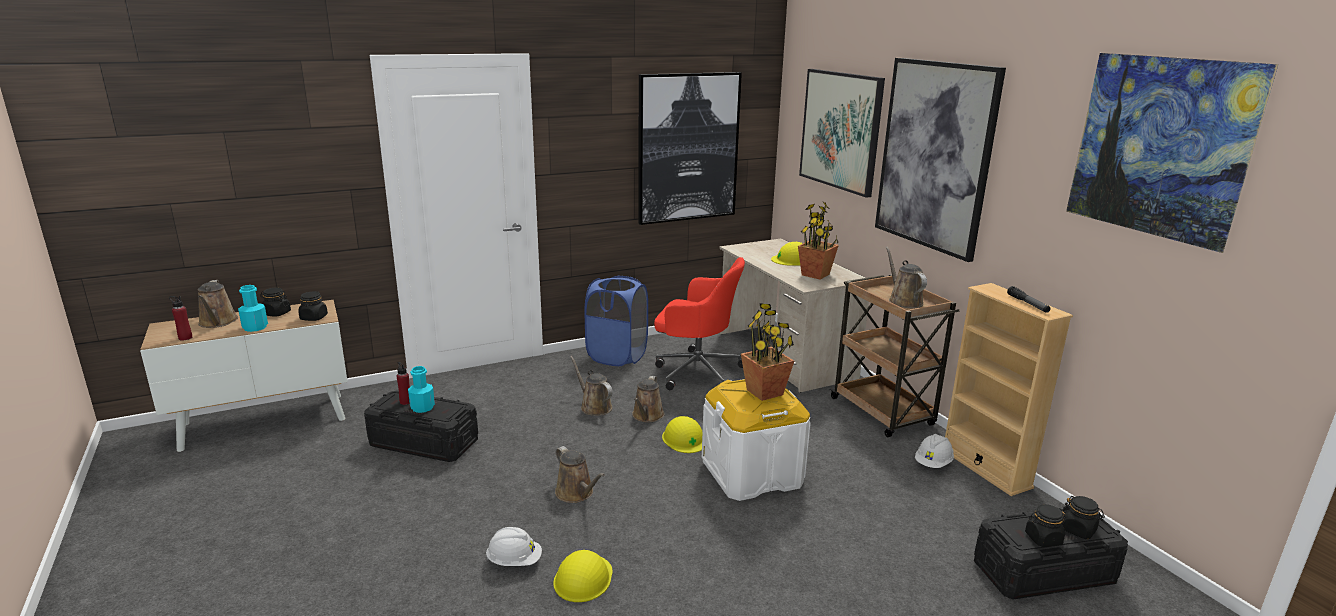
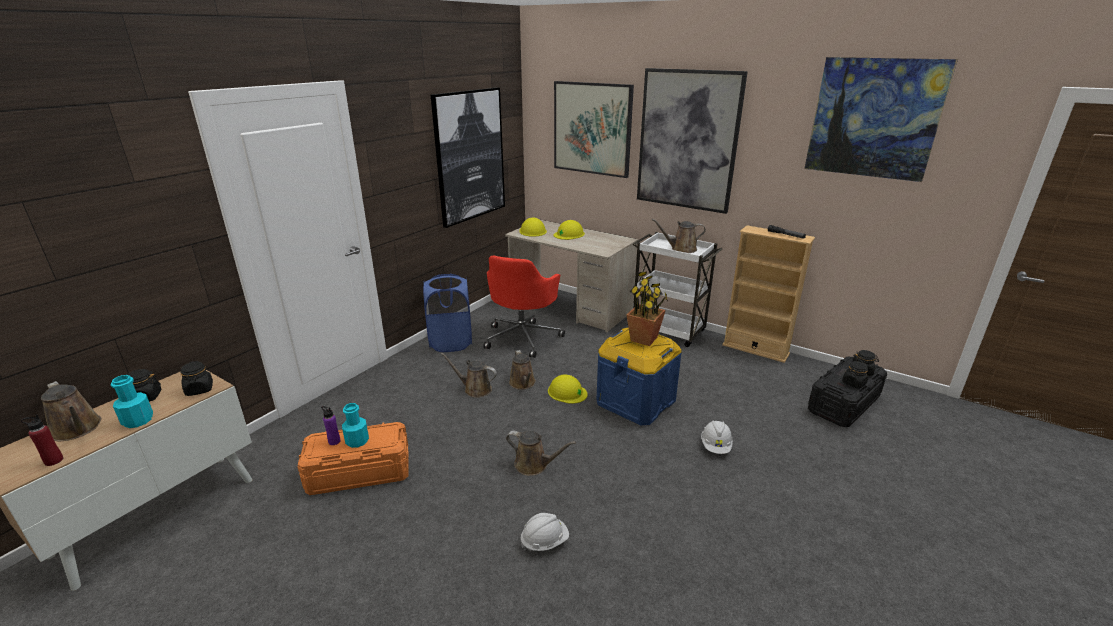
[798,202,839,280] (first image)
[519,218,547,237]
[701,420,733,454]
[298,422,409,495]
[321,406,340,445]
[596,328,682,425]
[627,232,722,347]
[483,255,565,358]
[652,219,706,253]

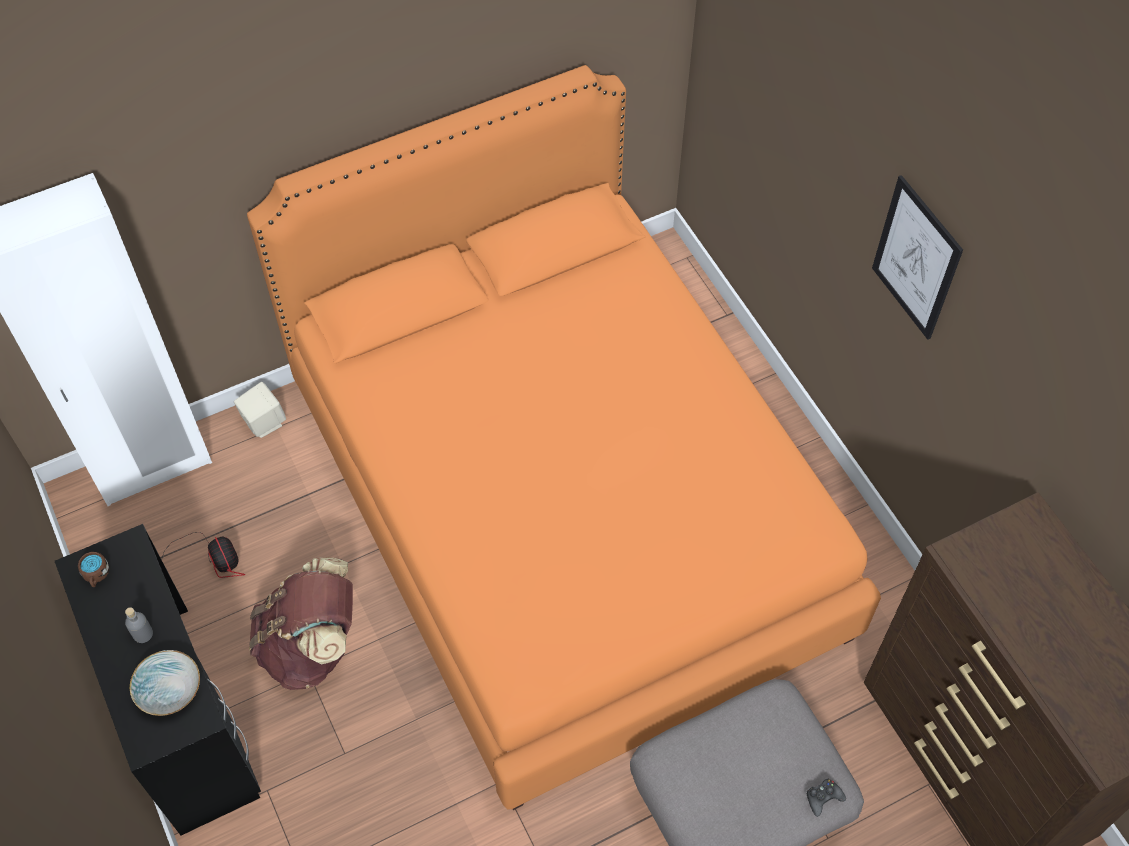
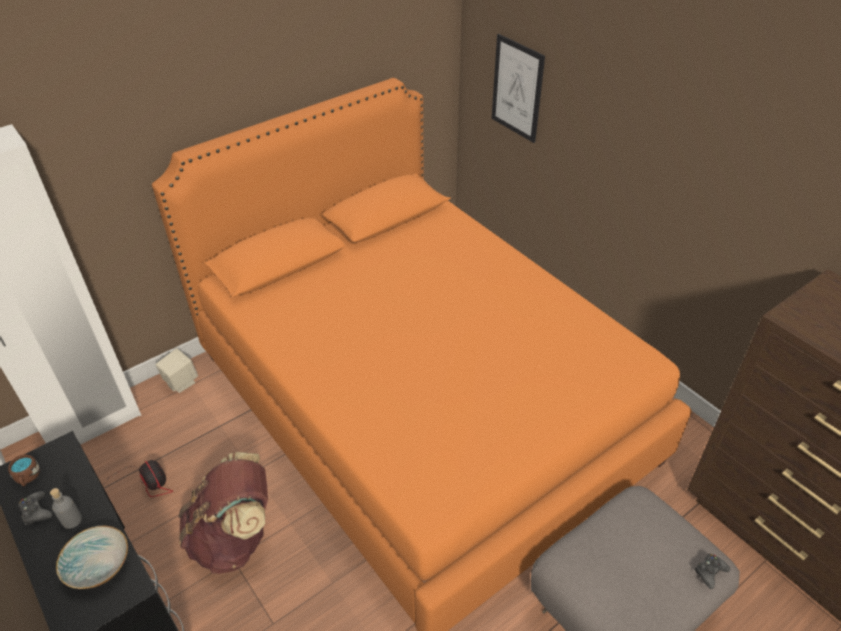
[18,491,52,525]
[492,34,545,143]

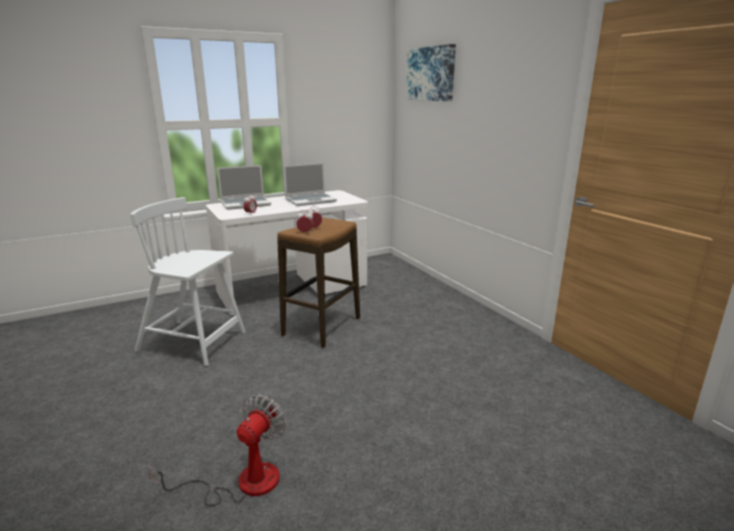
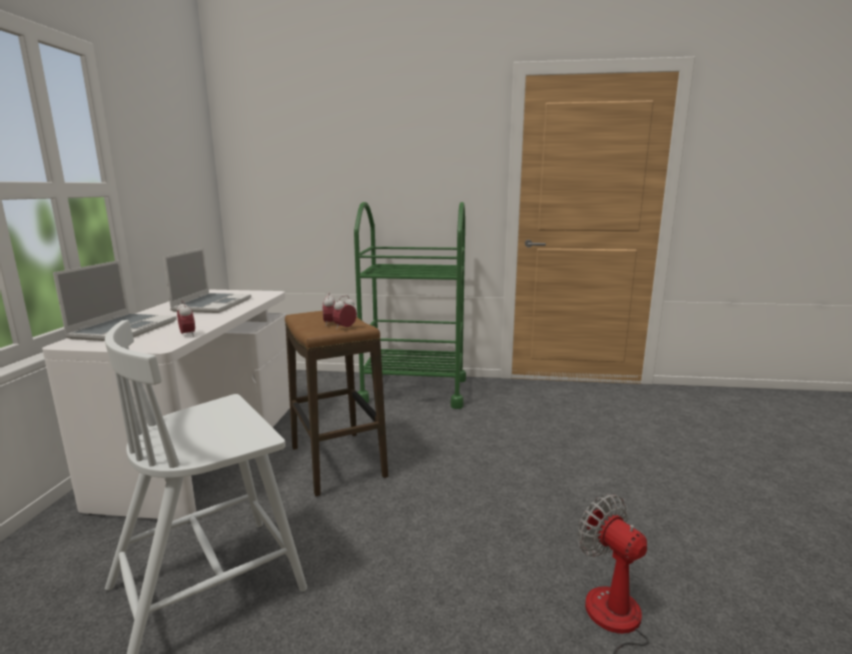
[406,44,456,101] (first image)
[354,202,466,409]

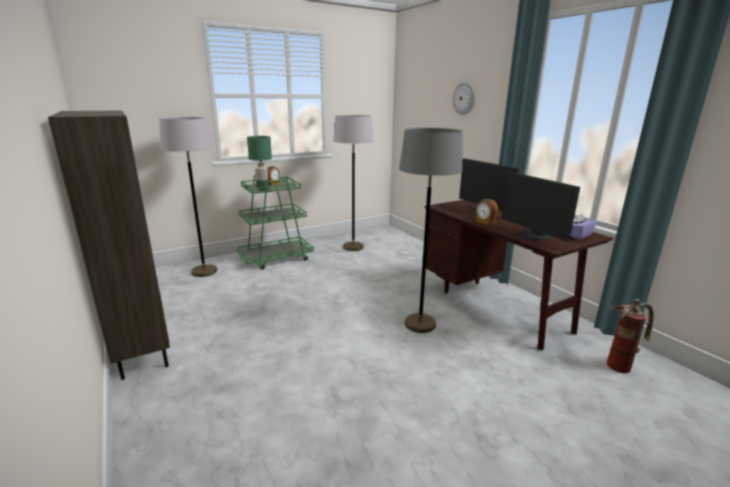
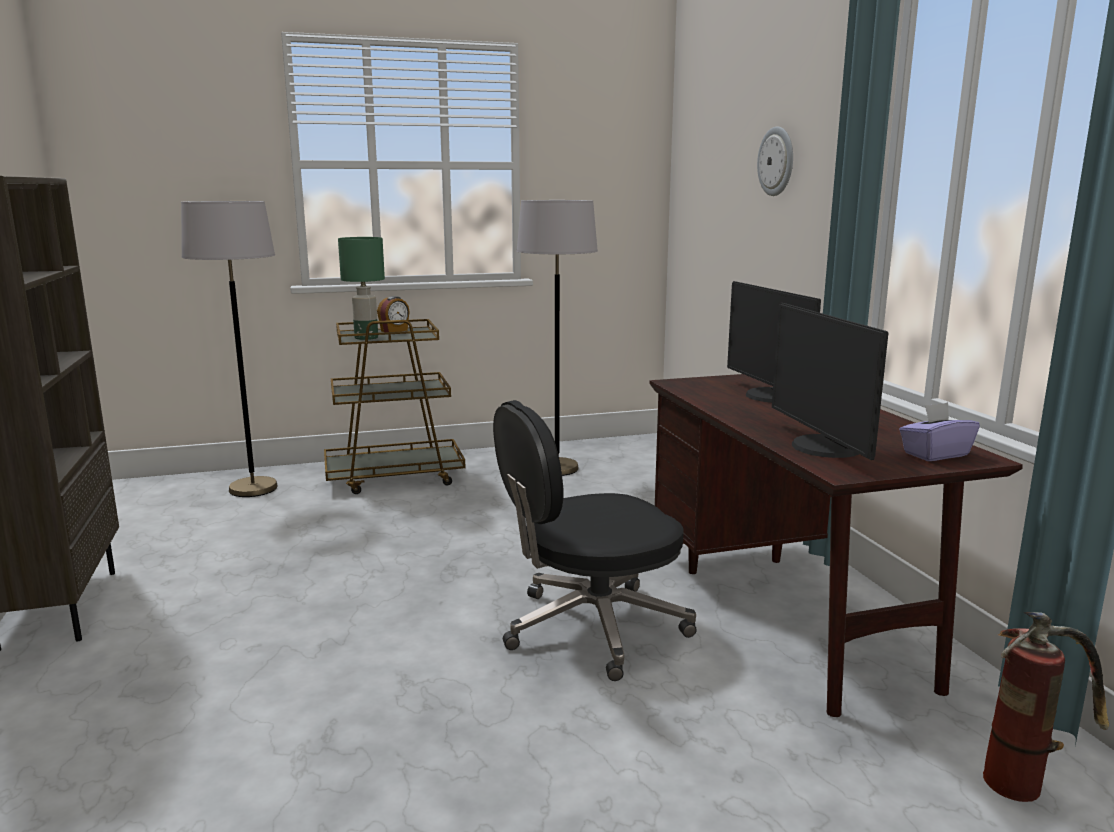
[475,199,498,226] (first image)
[493,400,697,681]
[324,310,465,494]

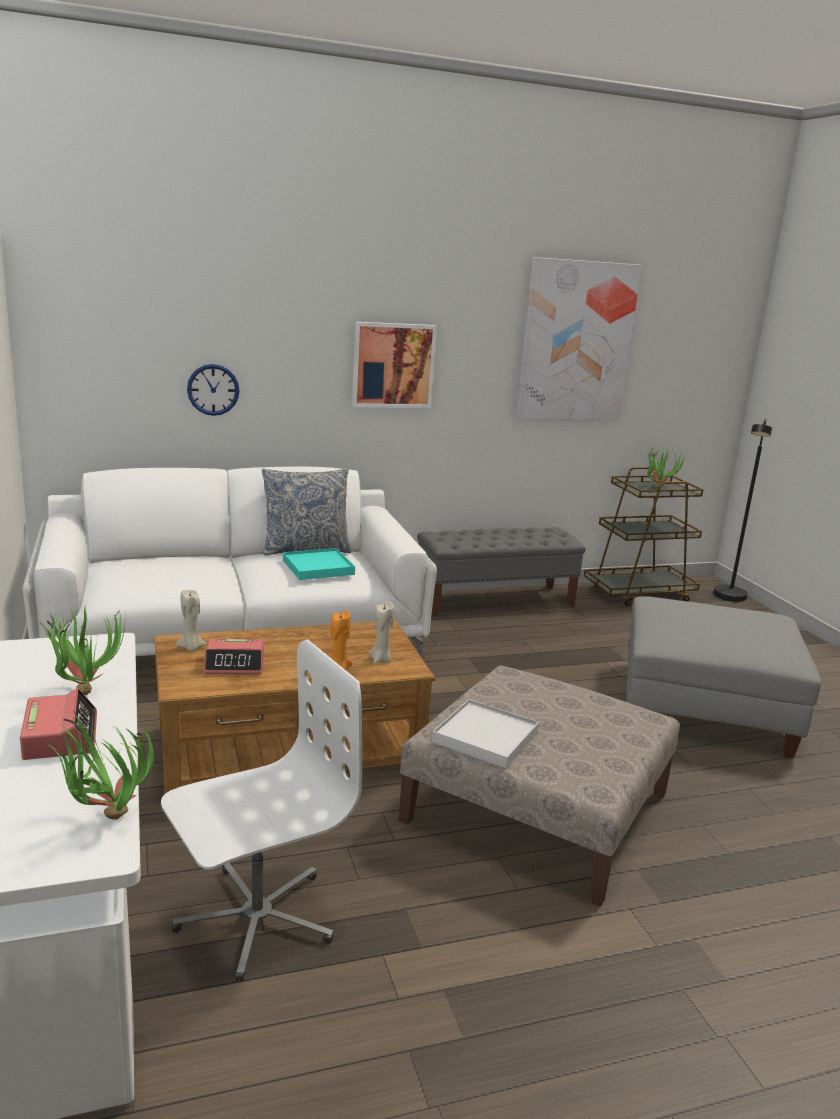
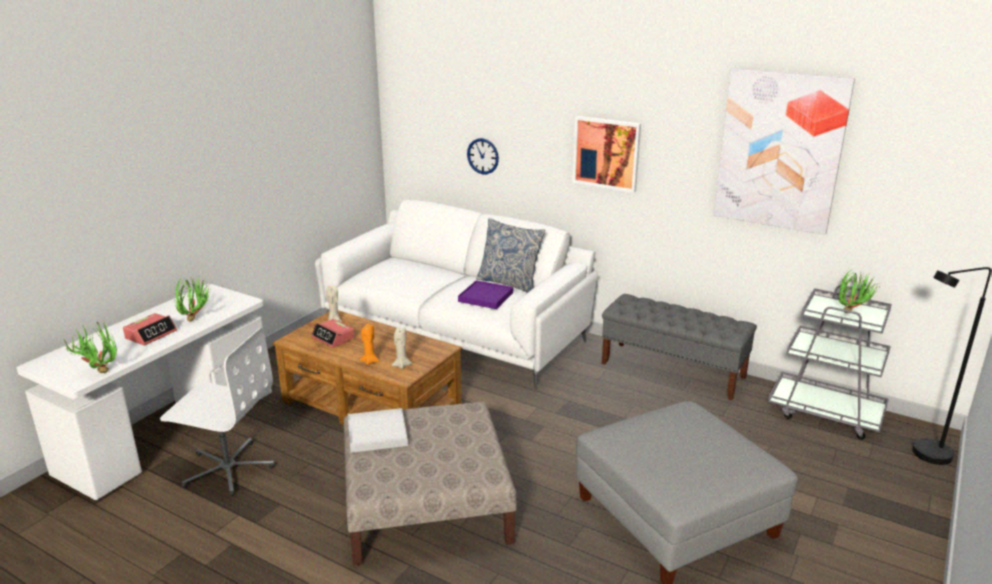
[458,280,513,309]
[768,285,892,439]

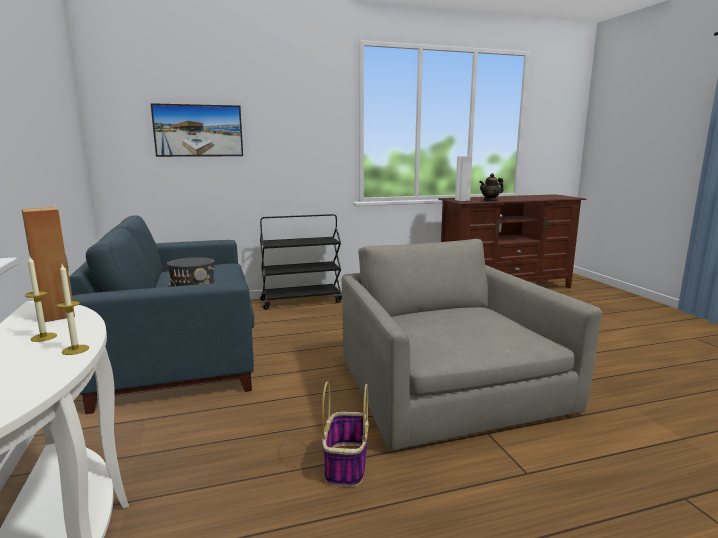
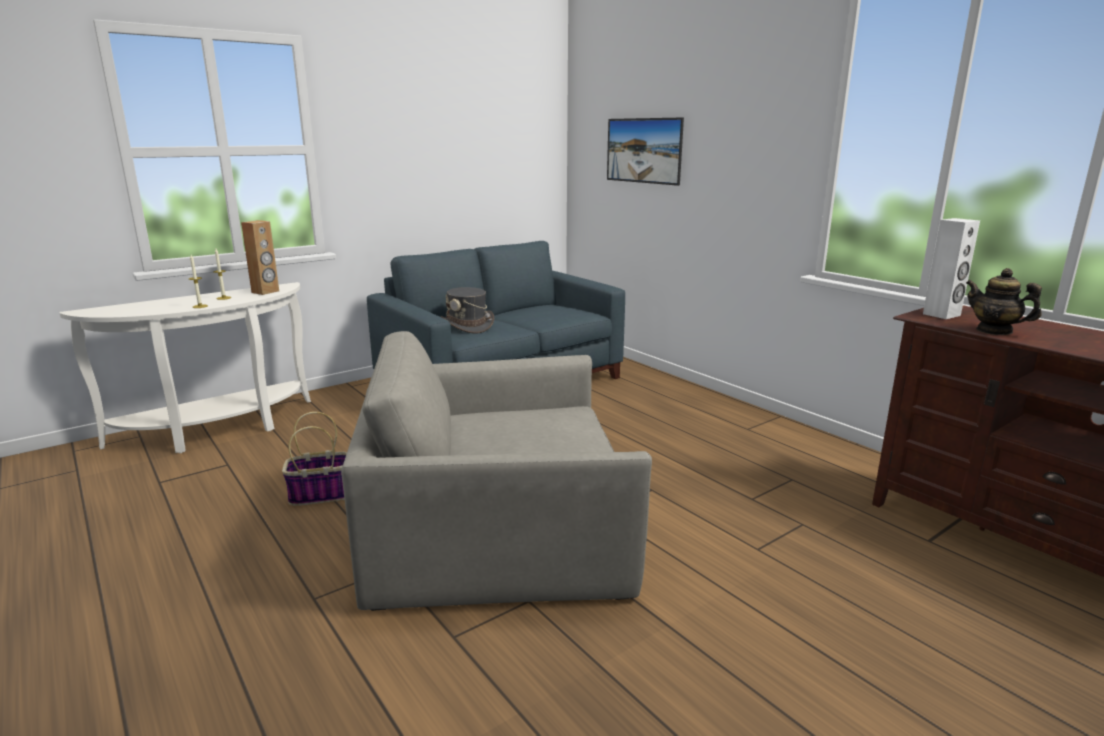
[260,214,342,310] (first image)
[341,331,652,611]

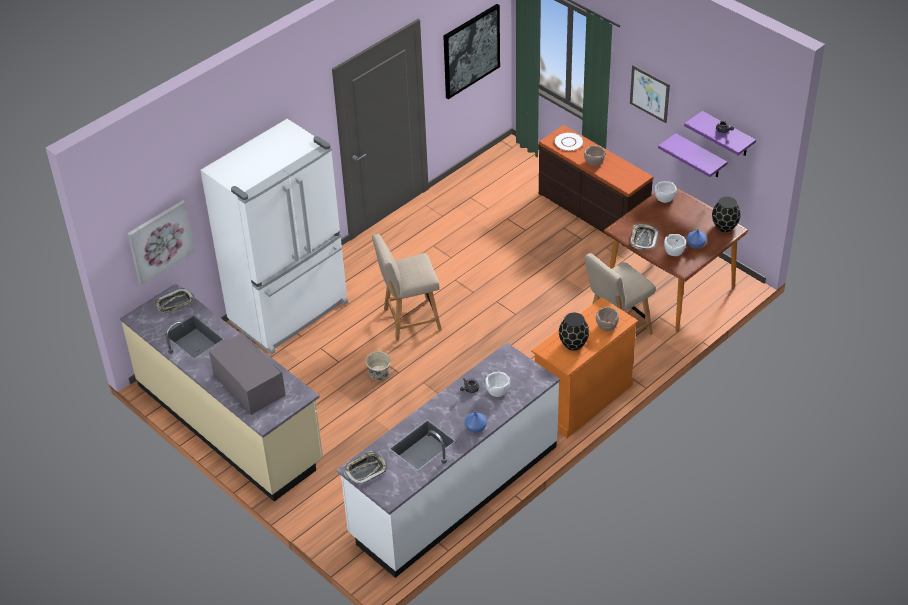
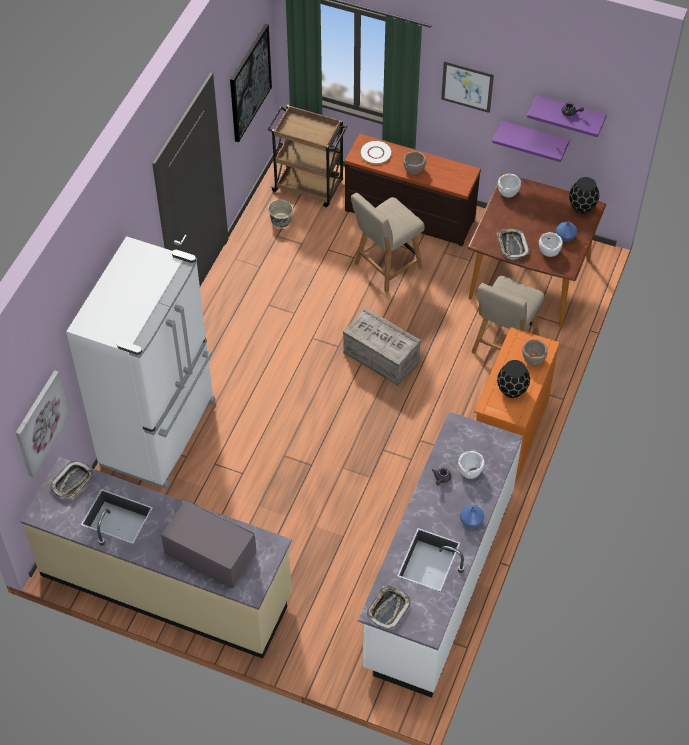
[268,105,348,207]
[343,308,421,386]
[268,197,293,228]
[351,193,425,293]

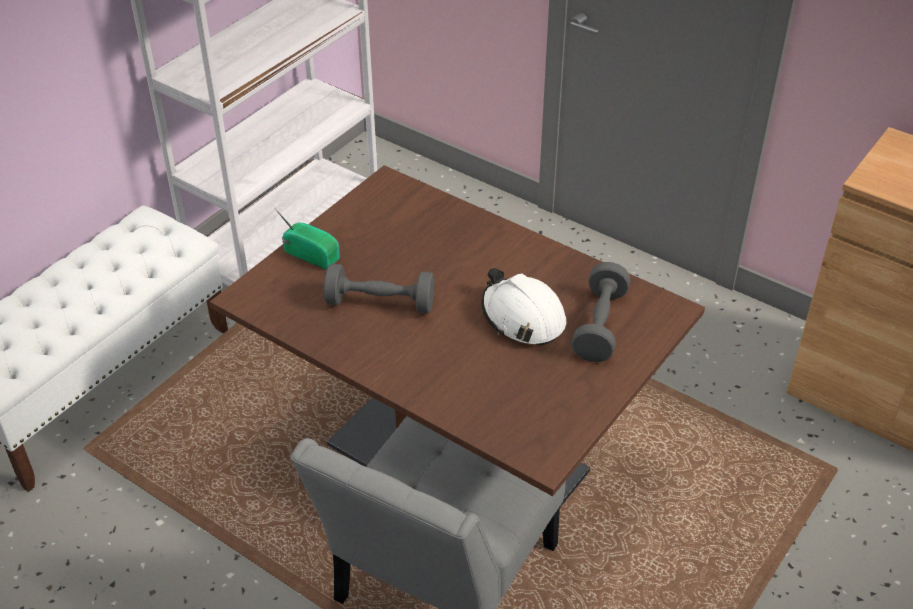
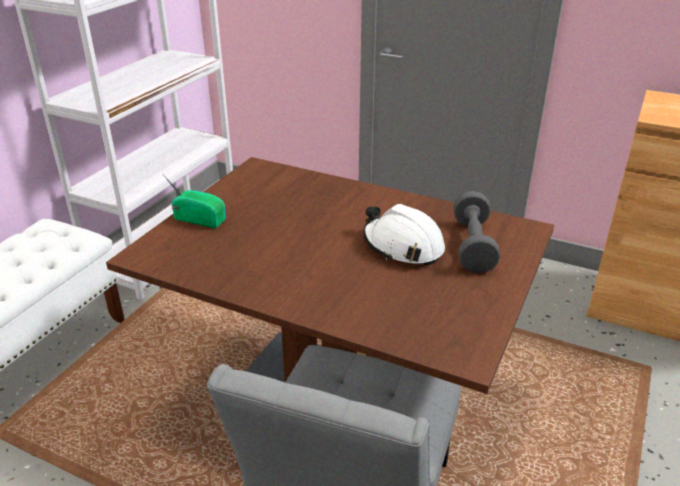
[324,264,434,314] (first image)

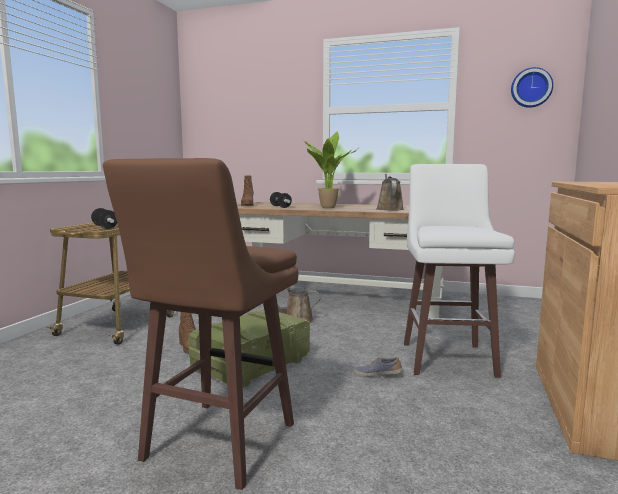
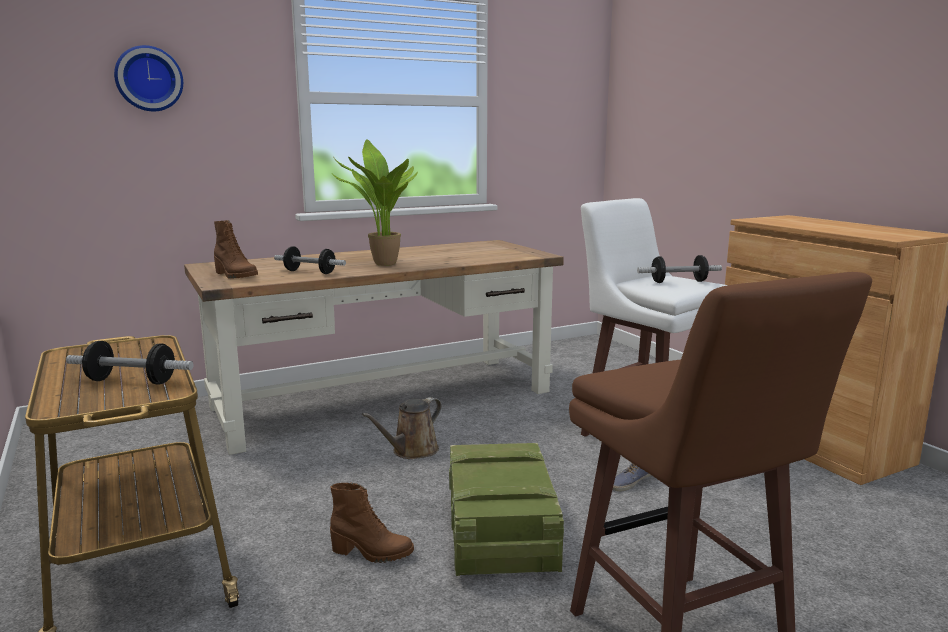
[376,174,404,211] (first image)
[637,255,722,283]
[114,45,183,111]

